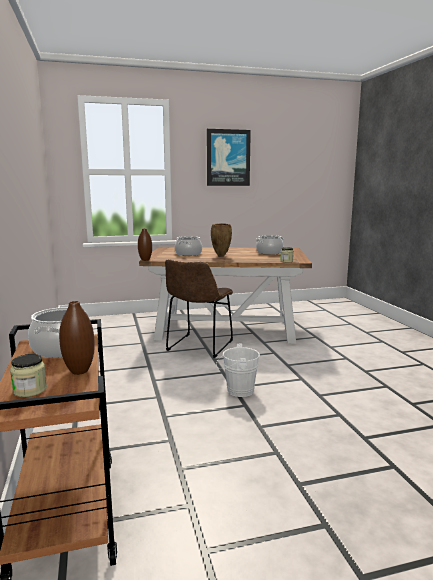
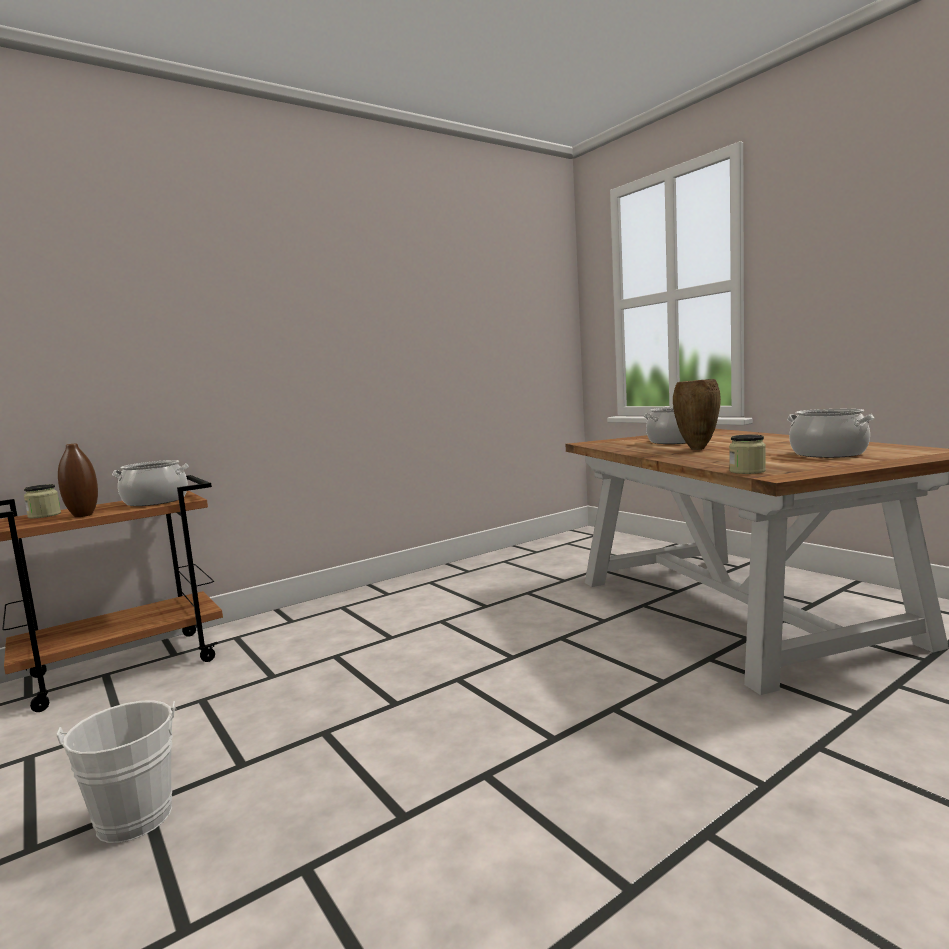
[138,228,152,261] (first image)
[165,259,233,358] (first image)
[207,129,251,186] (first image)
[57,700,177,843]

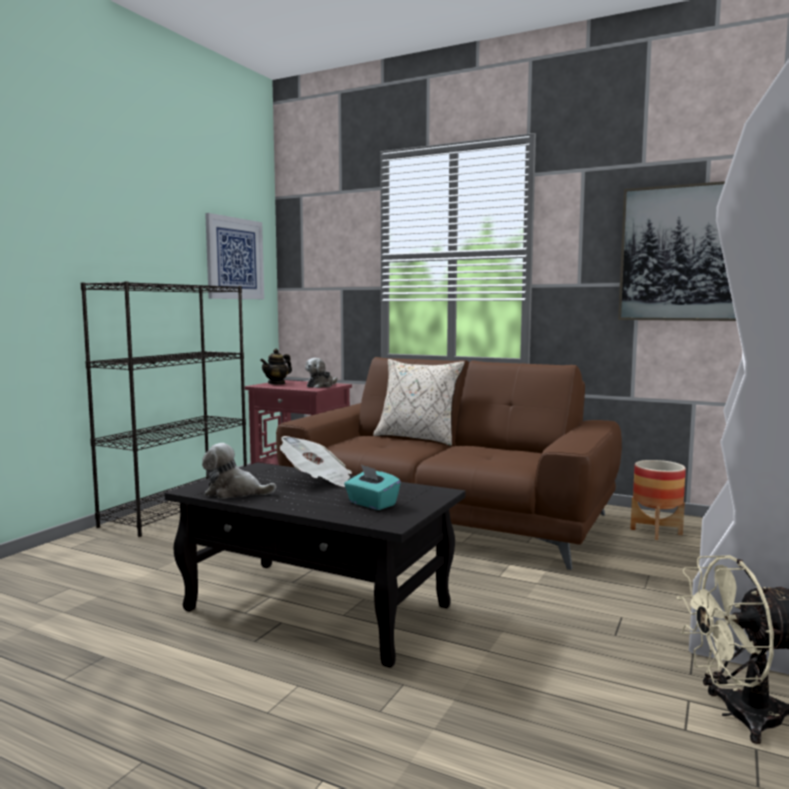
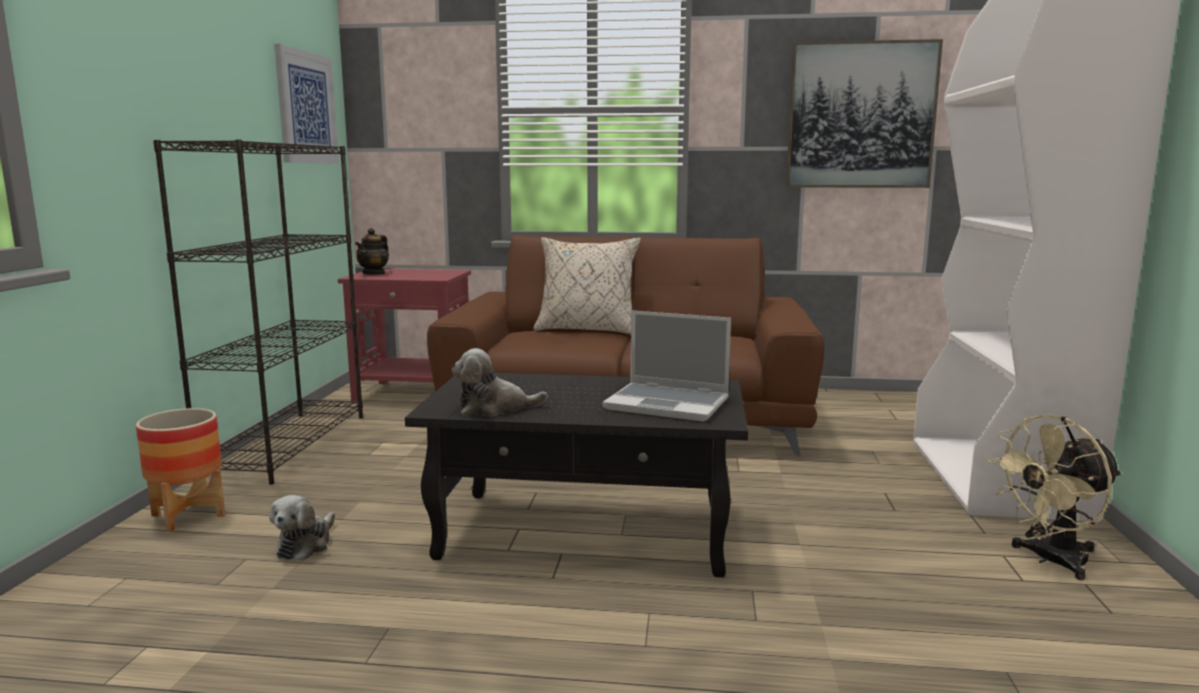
[280,436,352,487] (first image)
[269,495,335,561]
[136,408,225,532]
[603,310,731,422]

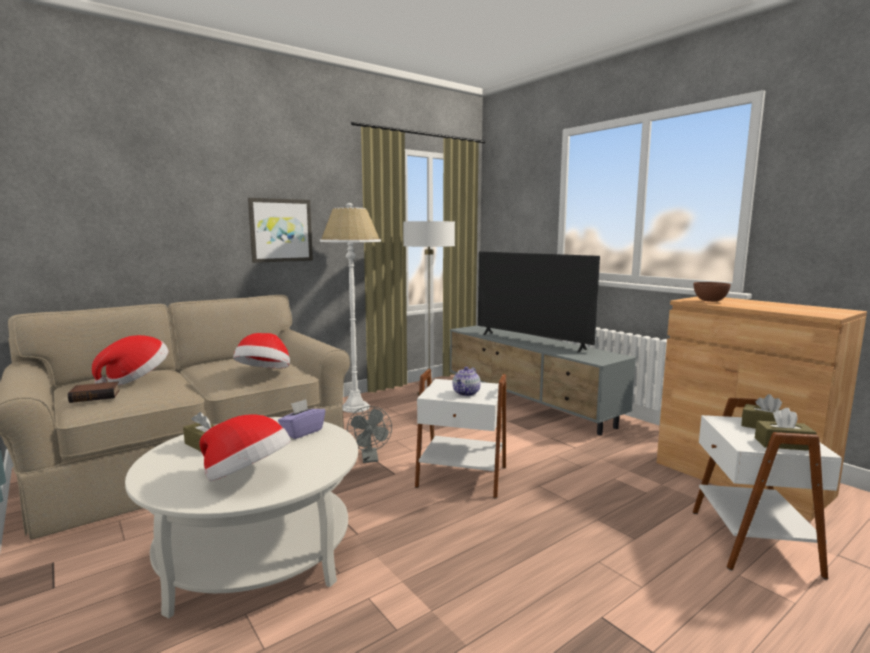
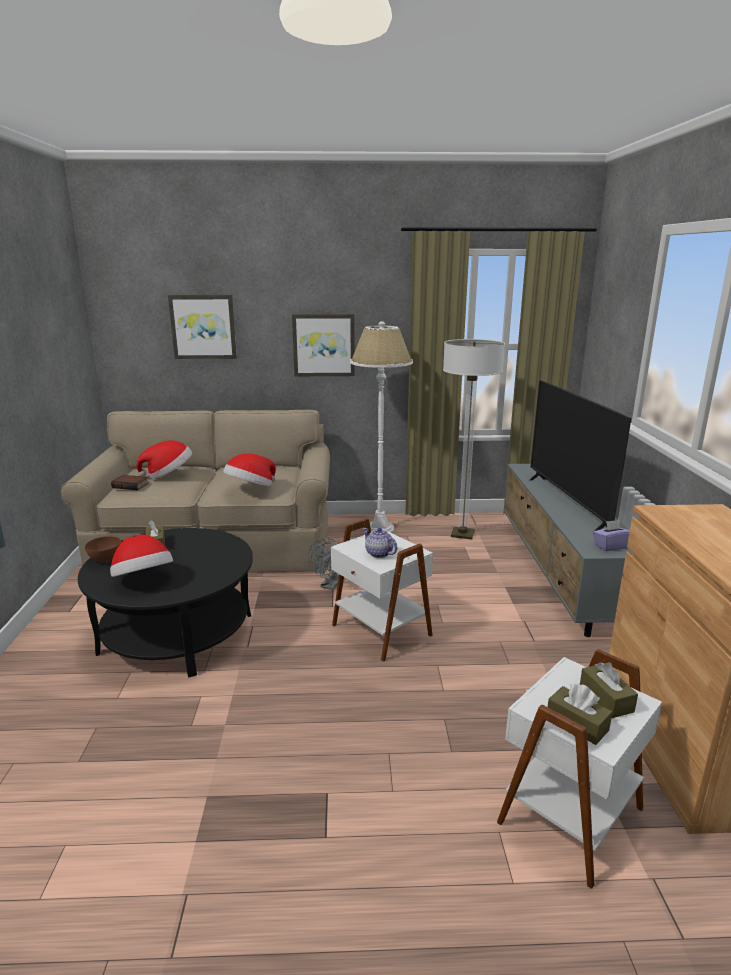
[168,295,237,359]
[593,520,630,551]
[85,536,121,563]
[78,528,253,678]
[363,528,397,558]

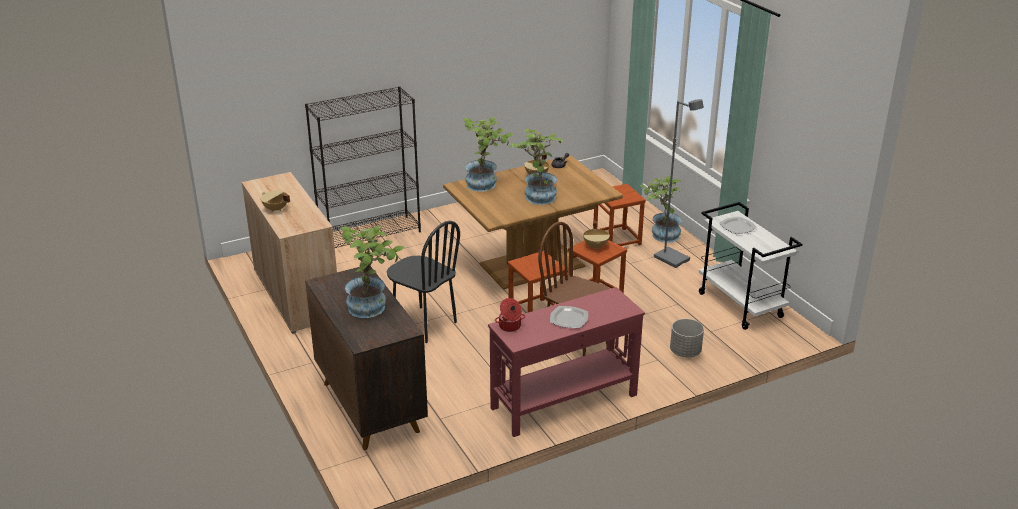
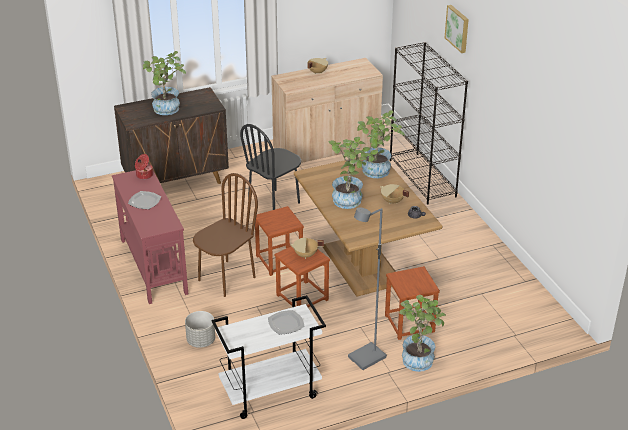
[445,5,469,53]

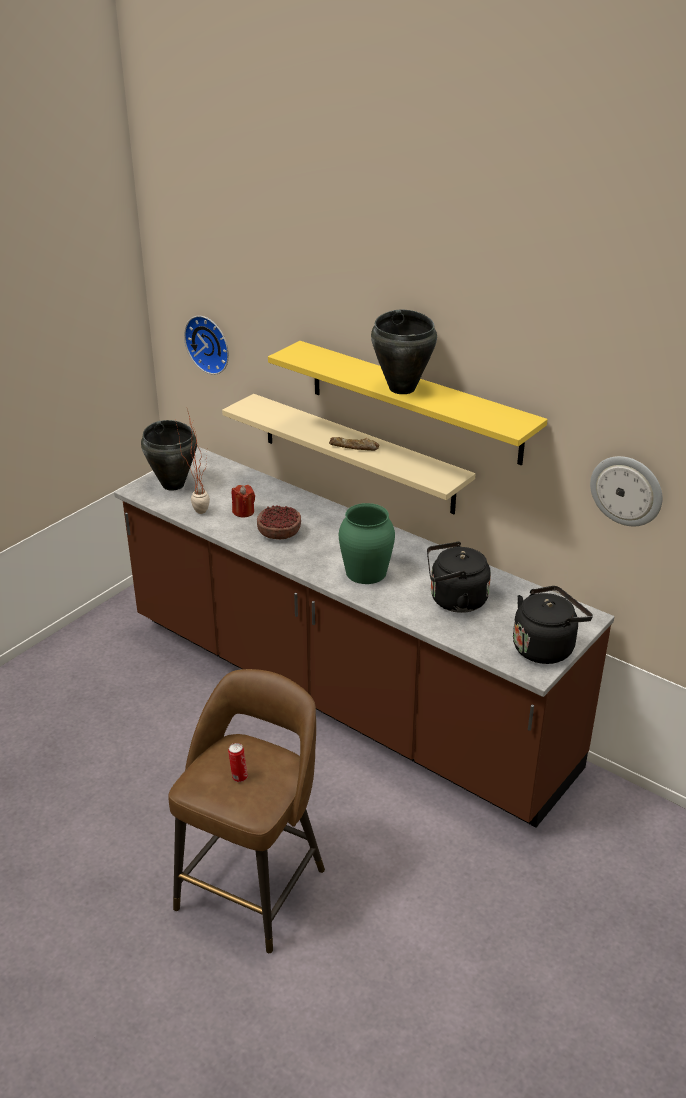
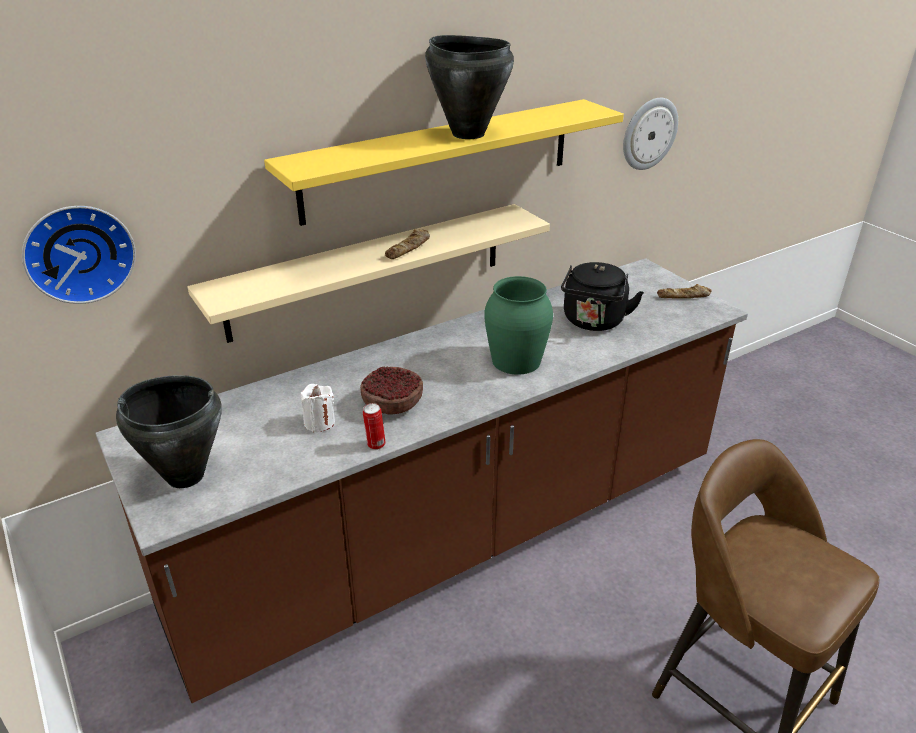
[176,409,210,514] (first image)
[363,403,386,450]
[657,284,712,299]
[301,384,335,432]

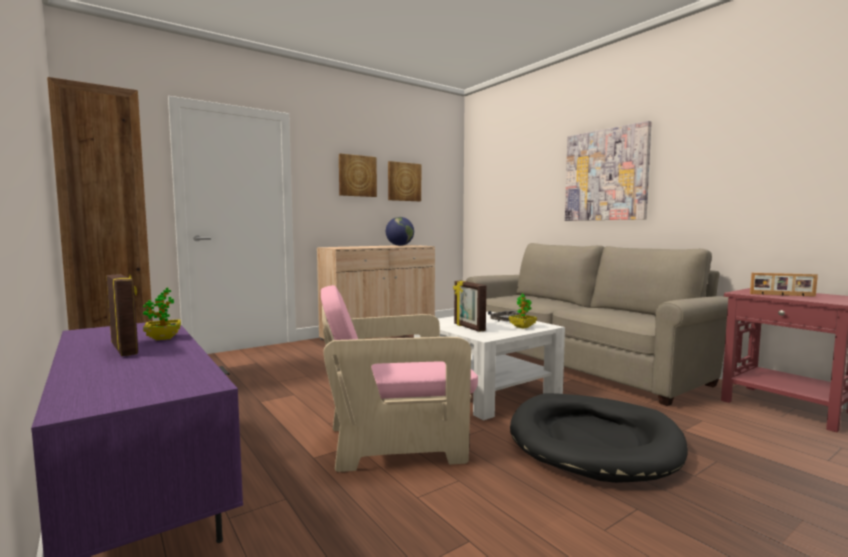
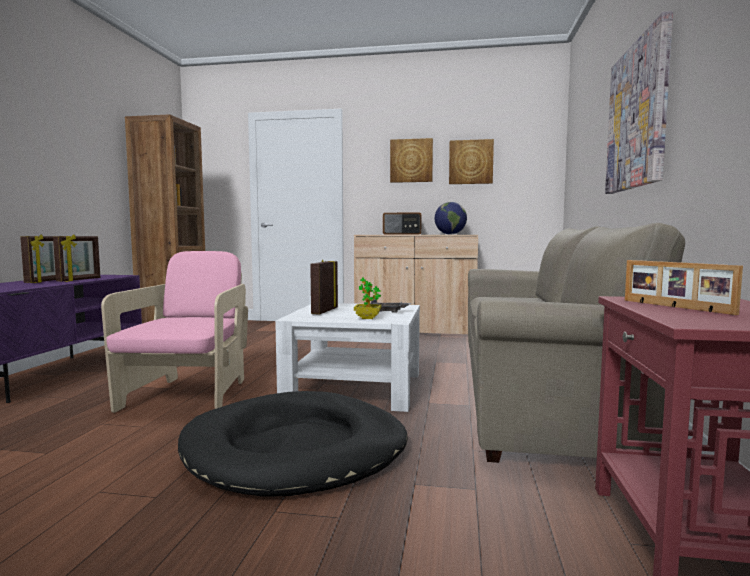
[383,213,422,235]
[53,234,100,282]
[101,251,248,413]

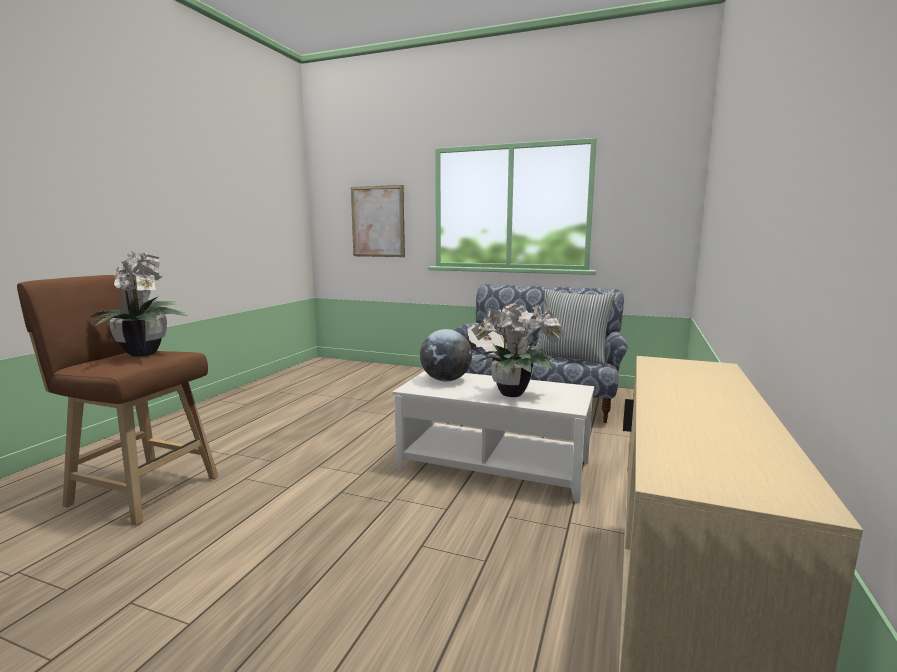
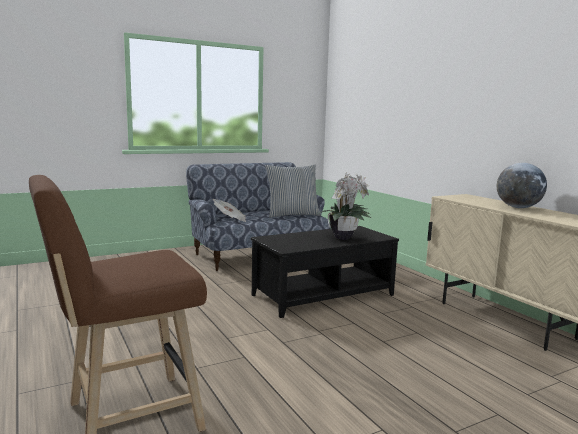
[89,251,187,357] (first image)
[351,185,405,257] (first image)
[497,163,547,208]
[251,226,399,318]

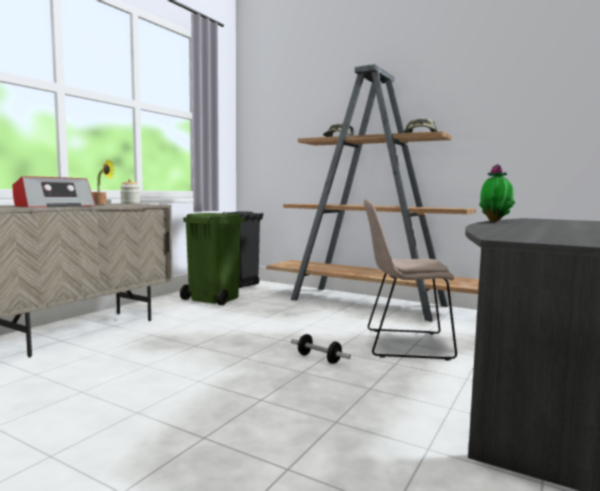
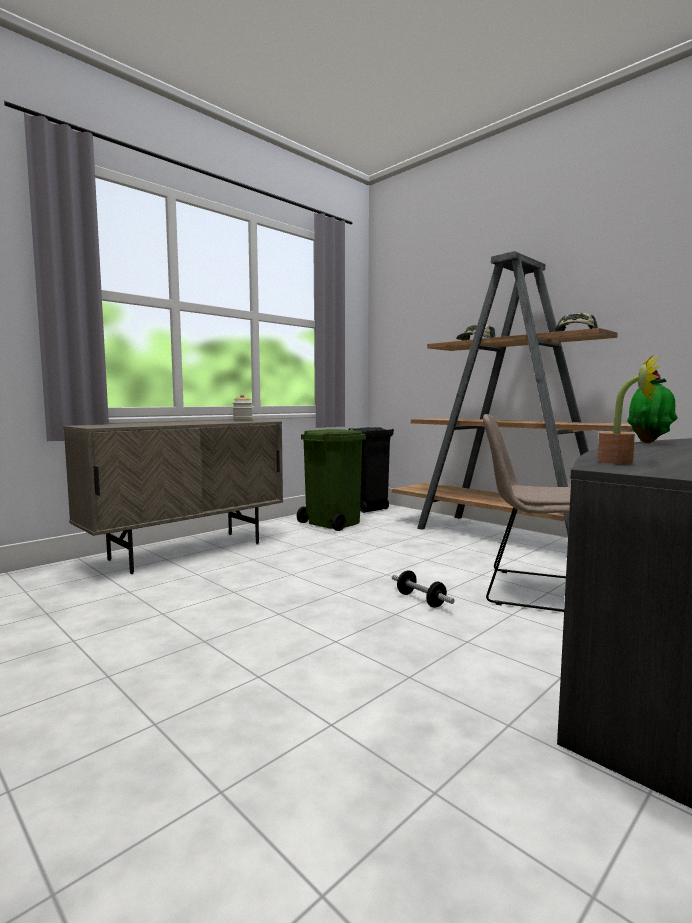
[12,176,96,208] (first image)
[597,353,660,464]

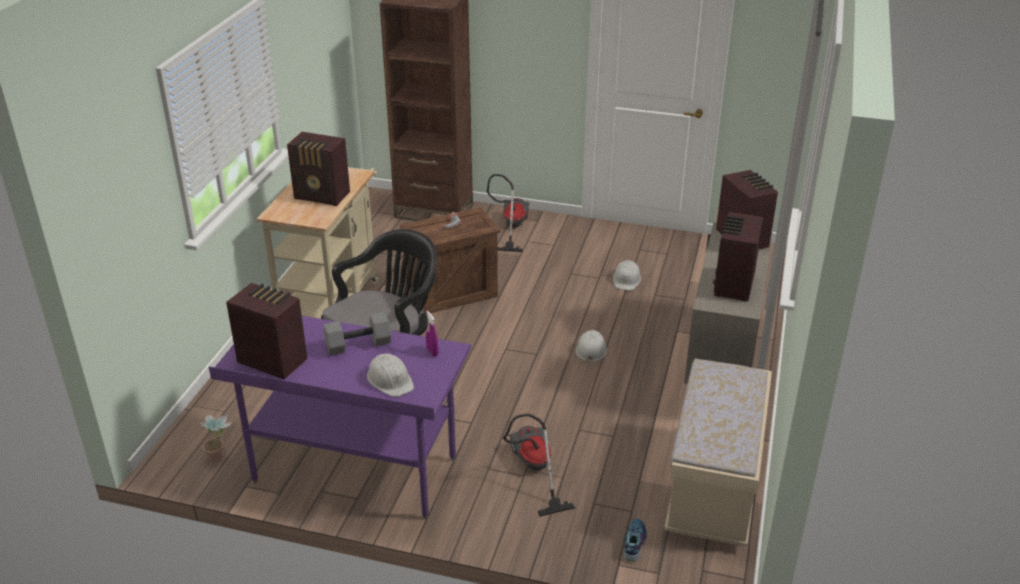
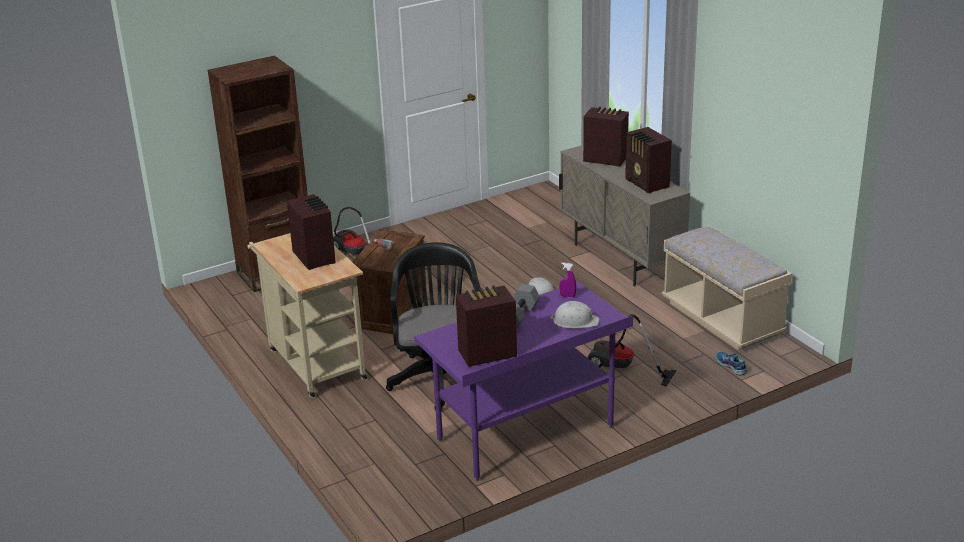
[199,414,233,463] (first image)
[613,260,641,290] (first image)
[287,194,336,270]

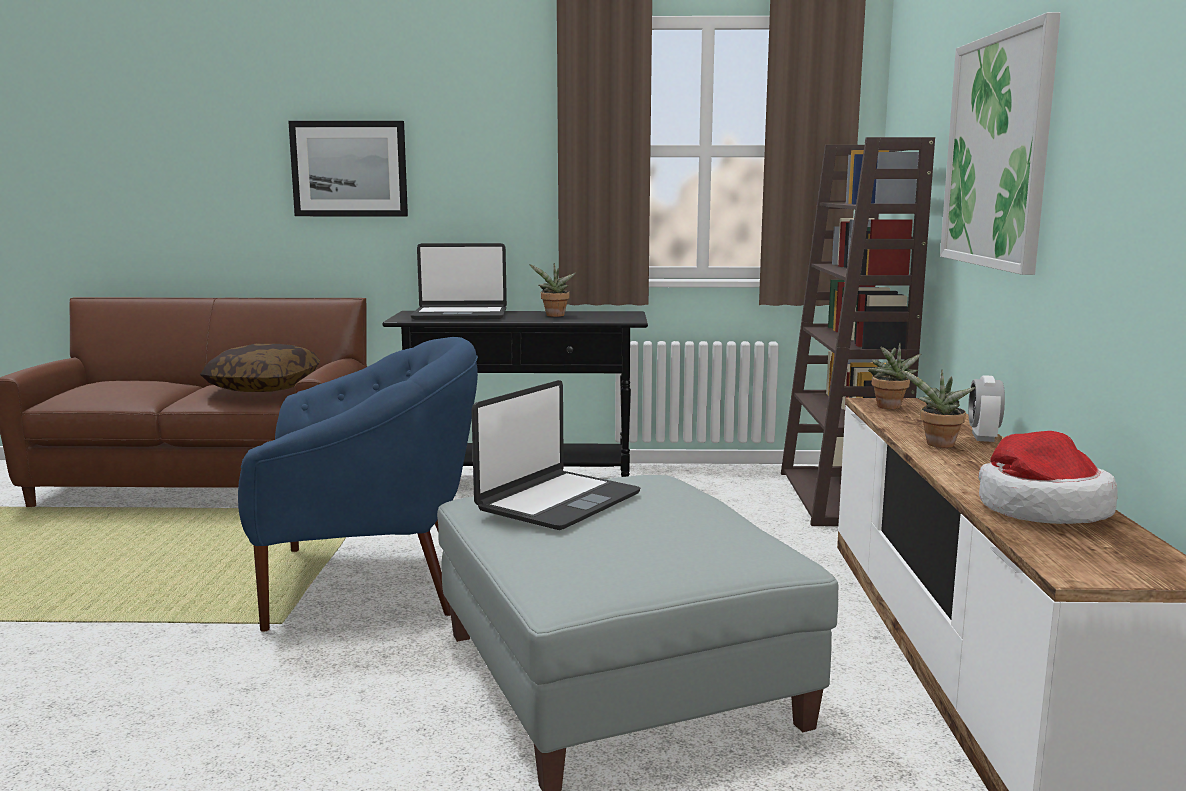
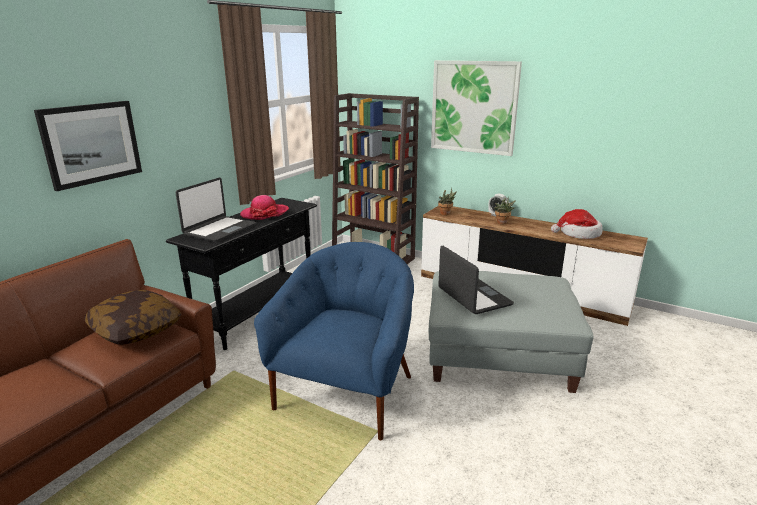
[240,195,289,220]

